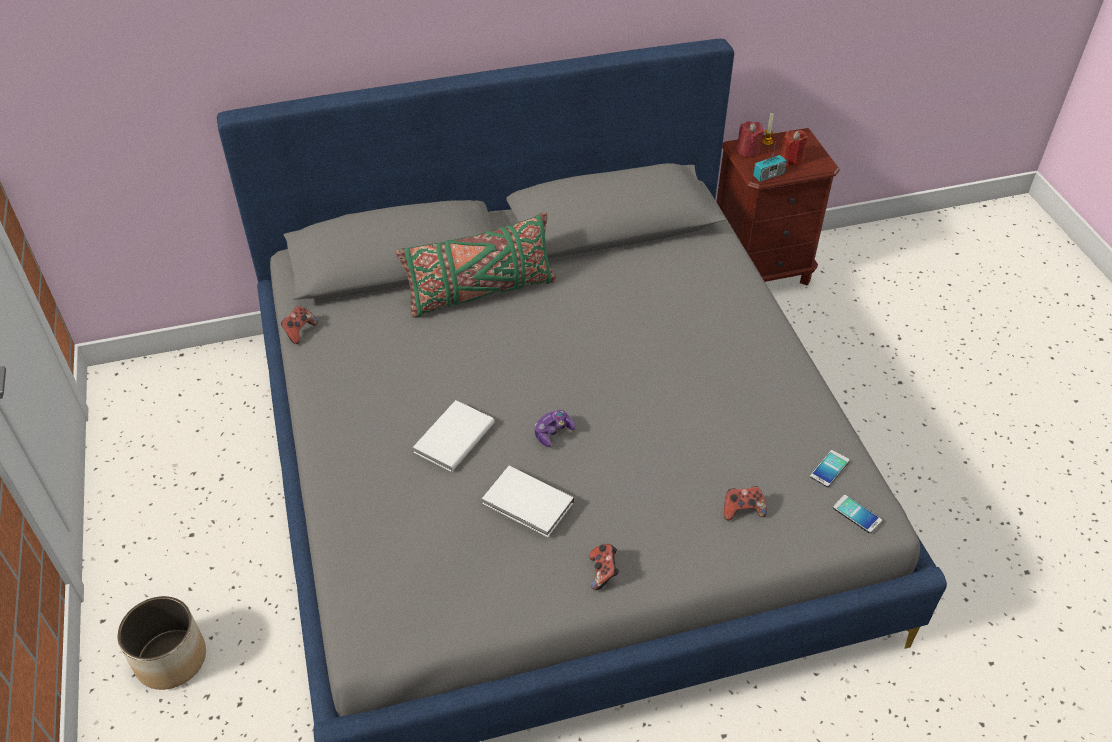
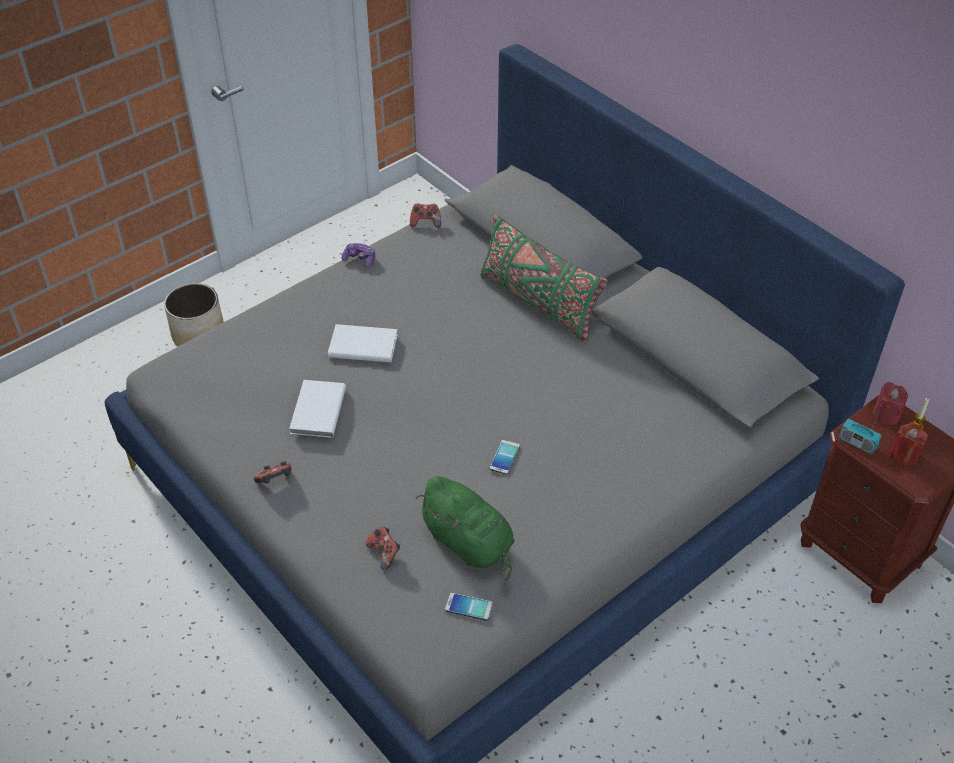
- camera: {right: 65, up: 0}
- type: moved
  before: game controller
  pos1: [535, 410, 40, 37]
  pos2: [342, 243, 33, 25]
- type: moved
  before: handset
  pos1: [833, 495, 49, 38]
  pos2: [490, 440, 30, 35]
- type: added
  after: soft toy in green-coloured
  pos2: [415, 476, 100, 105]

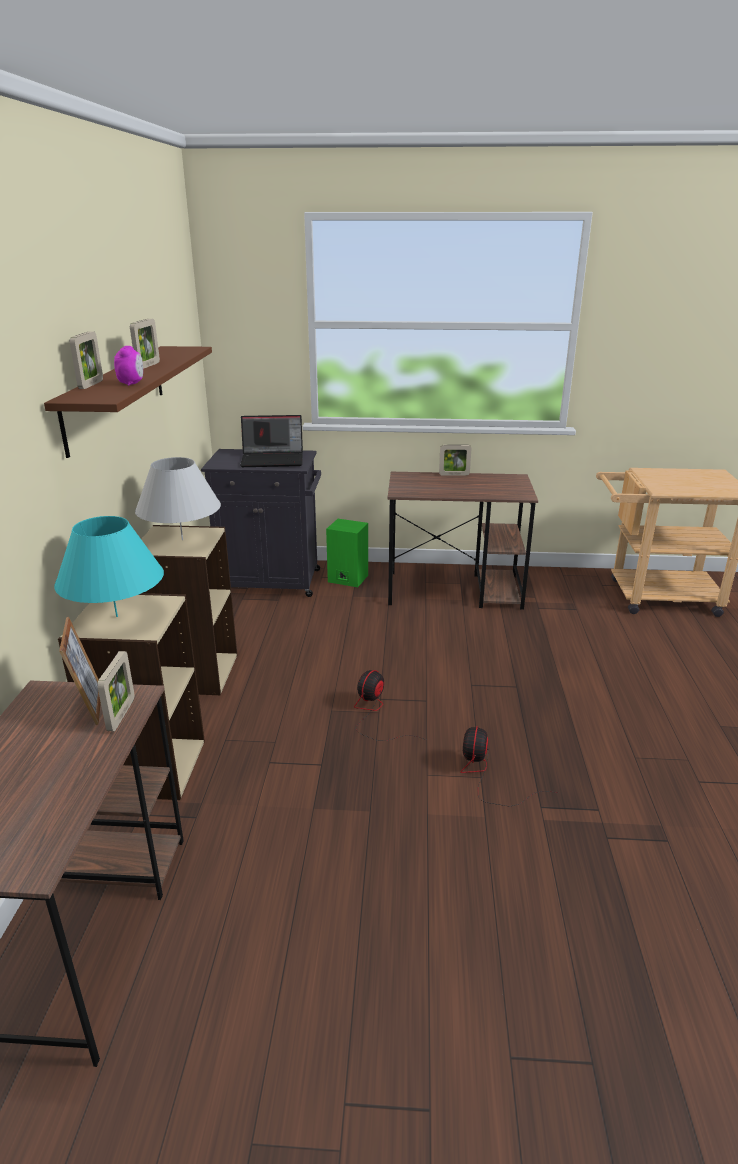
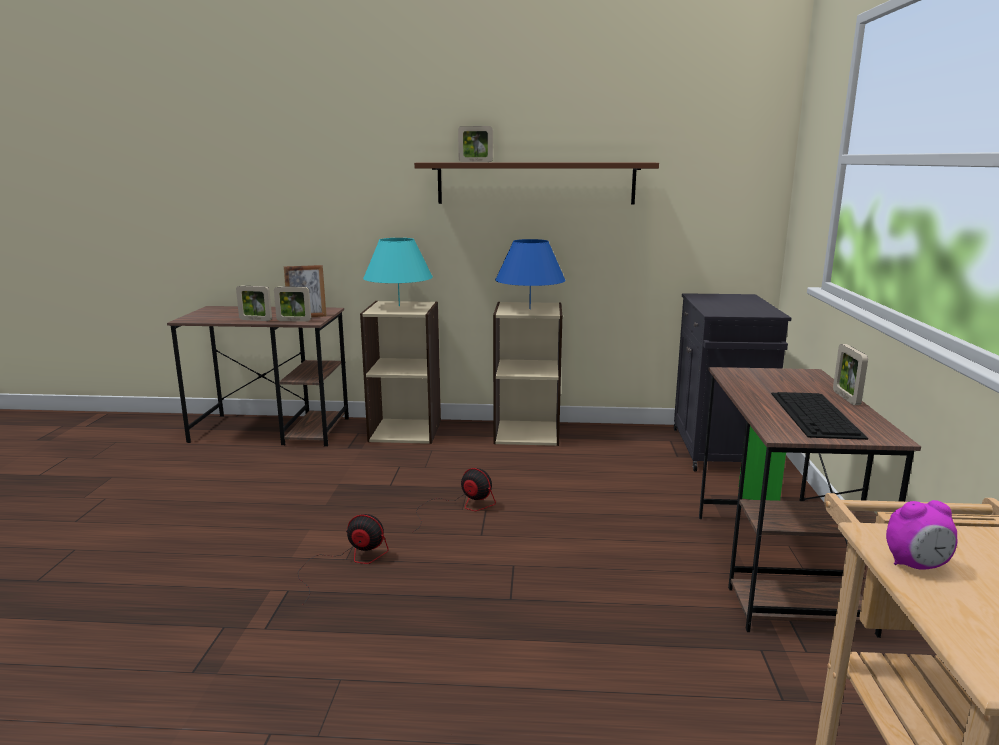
- camera: {right: 90, up: -10}
- type: moved
  before: bedside clock
  pos1: [114, 346, 29, 40]
  pos2: [886, 500, 71, 70]
- type: moved
  before: standing frame
  pos1: [130, 319, 30, 50]
  pos2: [236, 286, 36, 35]
- type: recoloured
  before: table lamp in white
  after: table lamp in blue
  pos1: [135, 457, 86, 83]
  pos2: [495, 239, 71, 70]
- type: removed
  before: laptop
  pos1: [240, 415, 63, 52]
- type: added
  after: computer keyboard
  pos2: [771, 392, 97, 48]

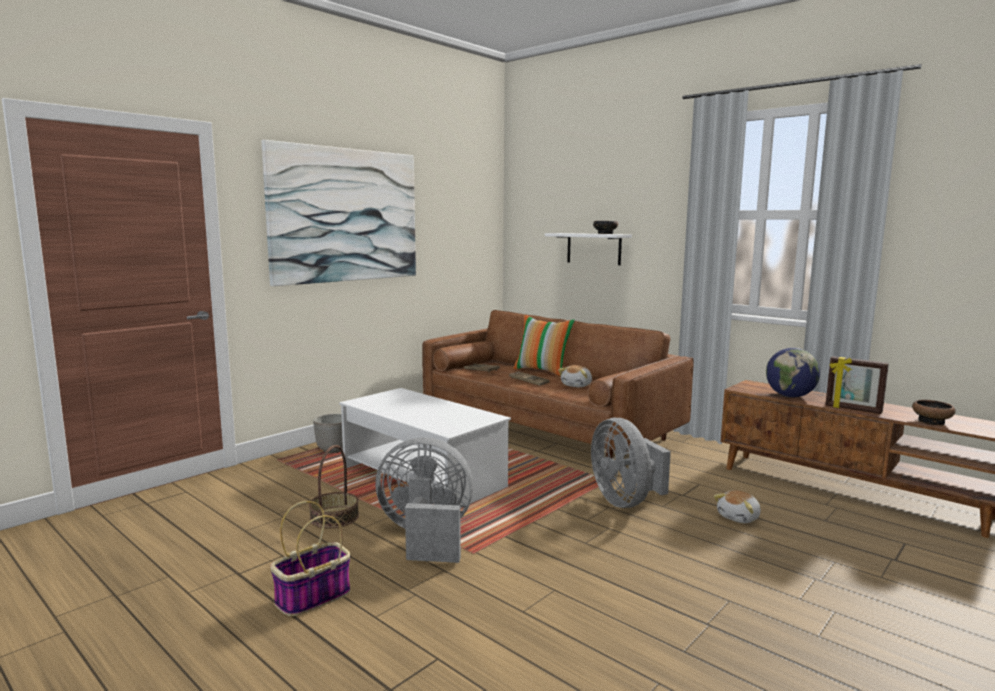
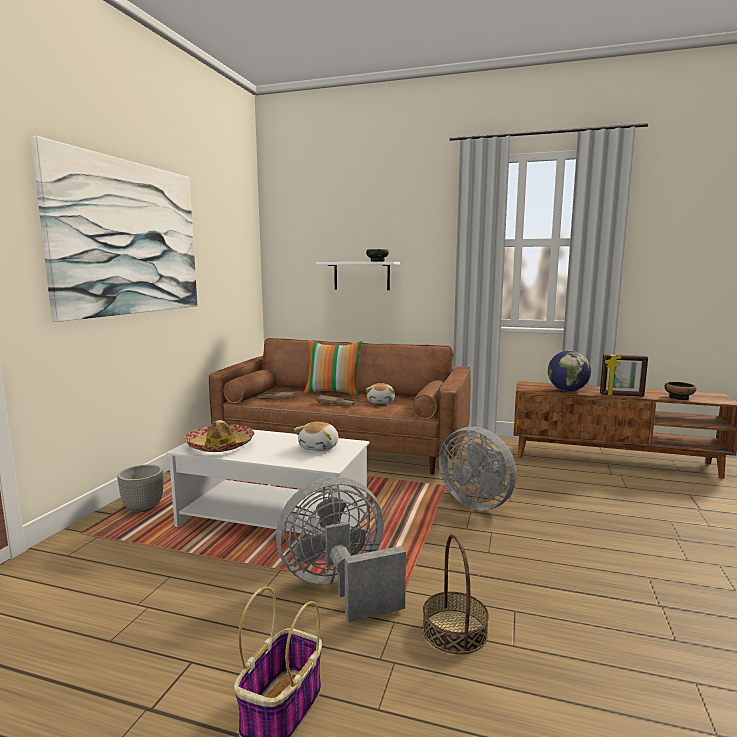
- camera: {right: -25, up: 0}
- type: moved
  before: household basket
  pos1: [309, 445, 50, 83]
  pos2: [423, 534, 66, 120]
- type: moved
  before: soft toy
  pos1: [714, 490, 47, 33]
  pos2: [294, 422, 45, 29]
- type: added
  after: hat
  pos2: [184, 420, 70, 32]

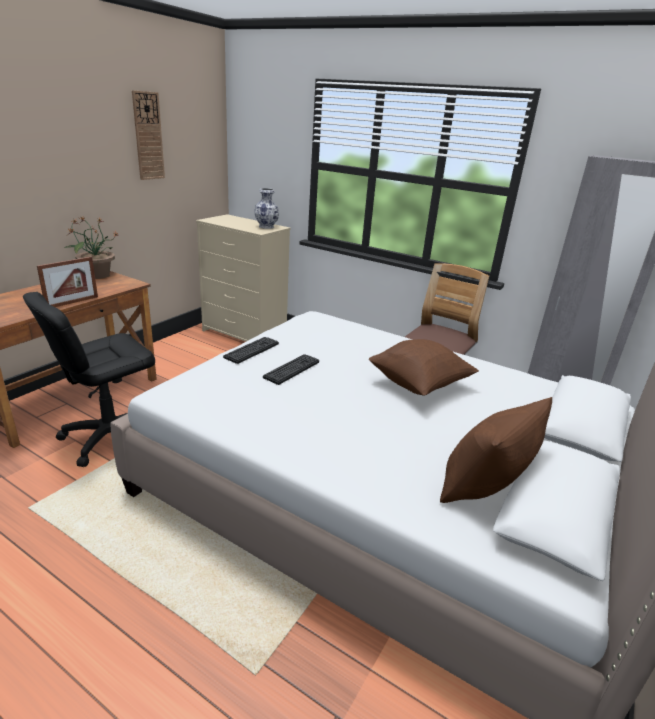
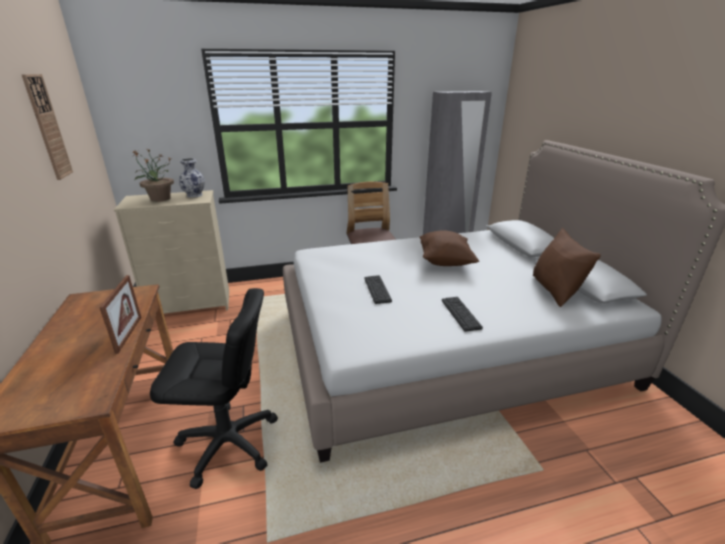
- camera: {right: -45, up: 0}
- type: turned
  before: desk chair in black
  pos1: [23, 292, 132, 175]
  pos2: [150, 288, 128, 201]
  turn: -90
- type: moved
  before: plant in a pot
  pos1: [64, 217, 54, 62]
  pos2: [132, 149, 42, 53]
- type: moved
  before: computer keyboard
  pos1: [223, 337, 56, 27]
  pos2: [442, 297, 41, 35]

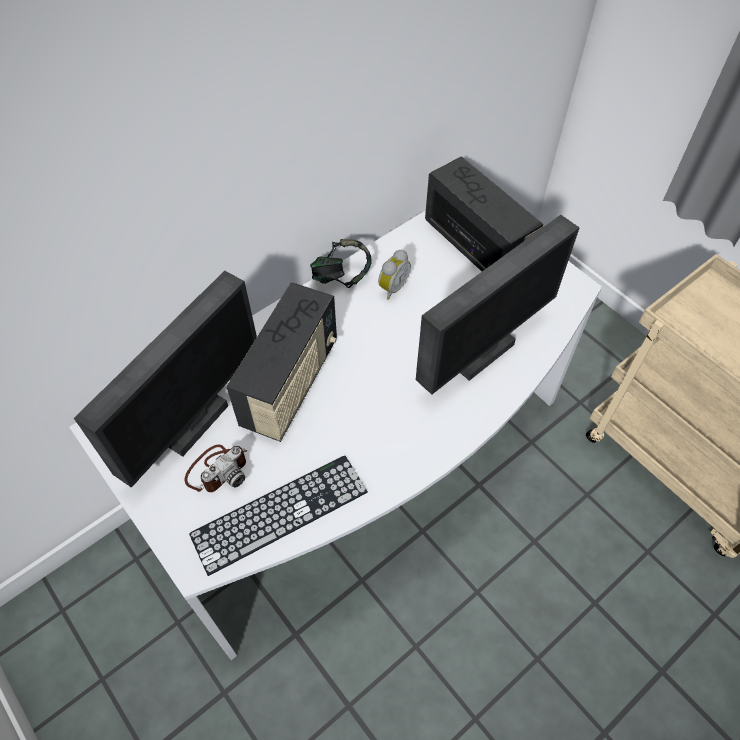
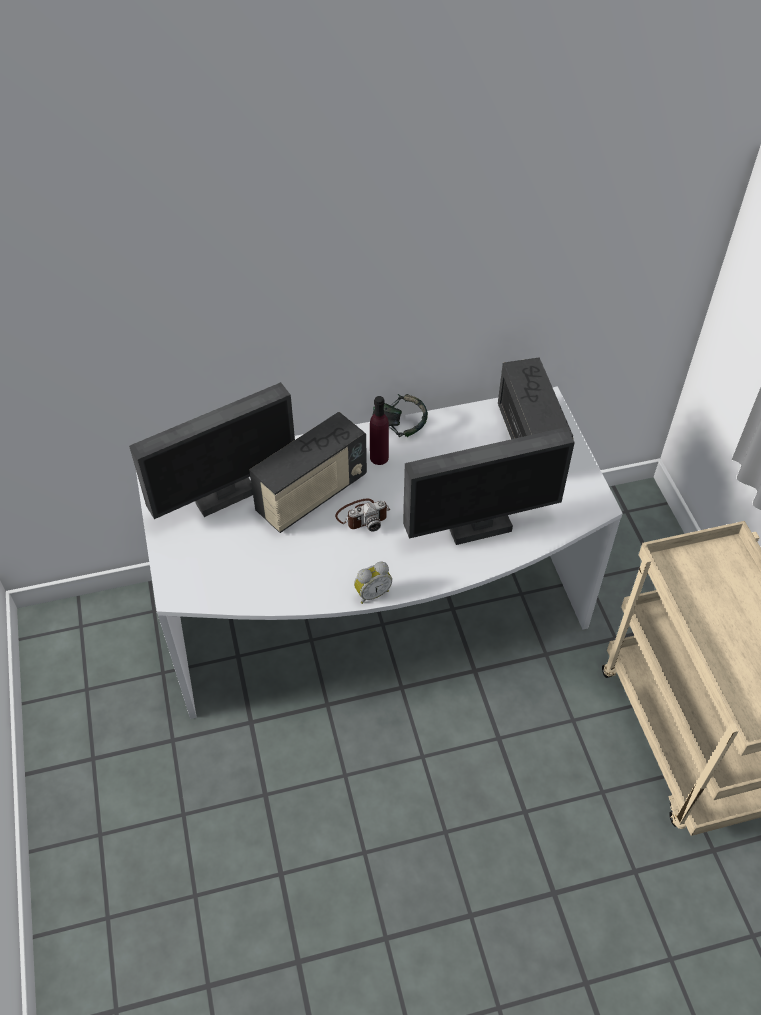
- camera: {right: 25, up: -5}
- type: moved
  before: still camera
  pos1: [184, 444, 63, 48]
  pos2: [335, 499, 55, 33]
- type: removed
  before: computer keyboard
  pos1: [189, 456, 179, 120]
- type: moved
  before: bedside clock
  pos1: [378, 250, 33, 50]
  pos2: [354, 561, 38, 43]
- type: added
  after: drink bottle in purplish
  pos2: [370, 396, 19, 69]

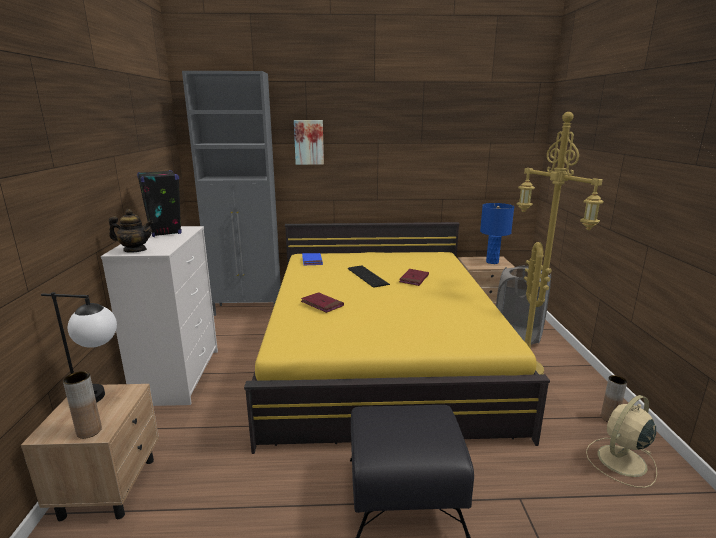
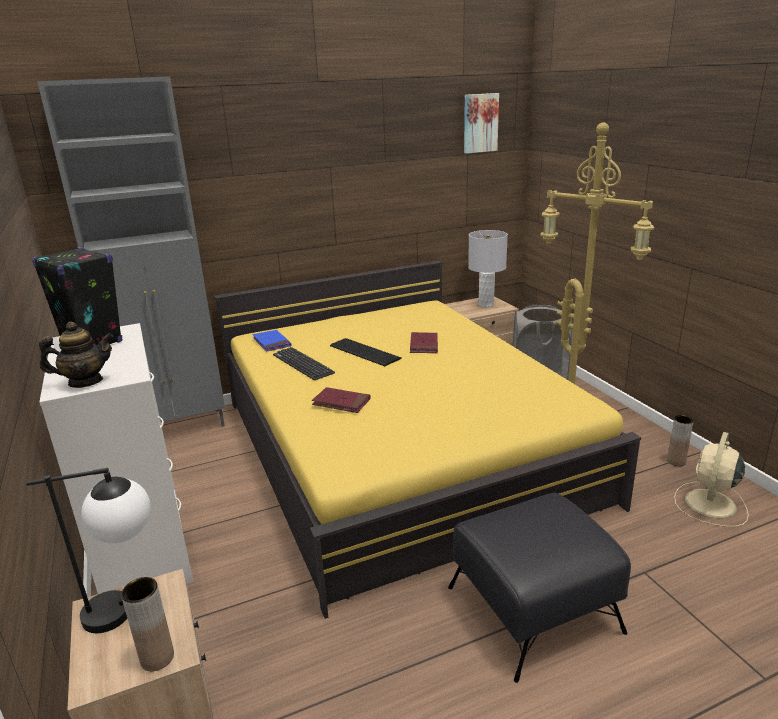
- camera: {right: -20, up: 5}
- type: moved
  before: picture
  pos1: [294, 120, 30, 45]
  pos2: [464, 93, 35, 61]
- type: recoloured
  before: table lamp in blue
  after: table lamp in gray
  pos1: [480, 203, 34, 61]
  pos2: [468, 230, 40, 77]
- type: added
  after: computer keyboard
  pos2: [273, 347, 62, 33]

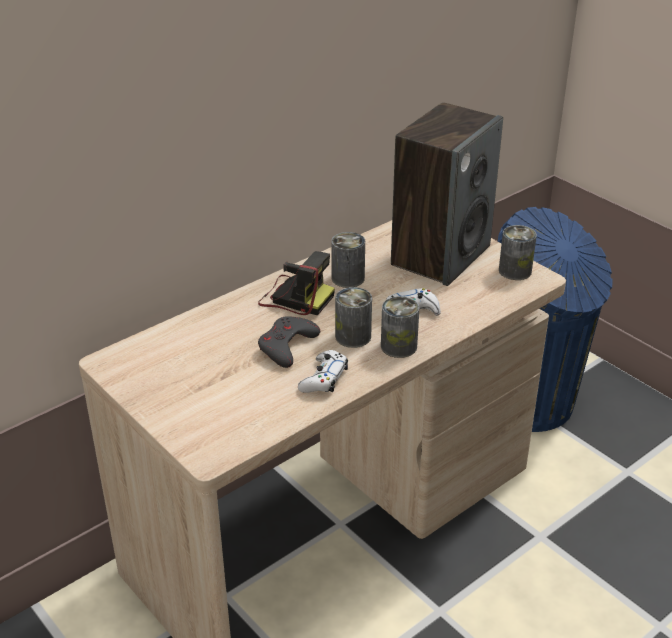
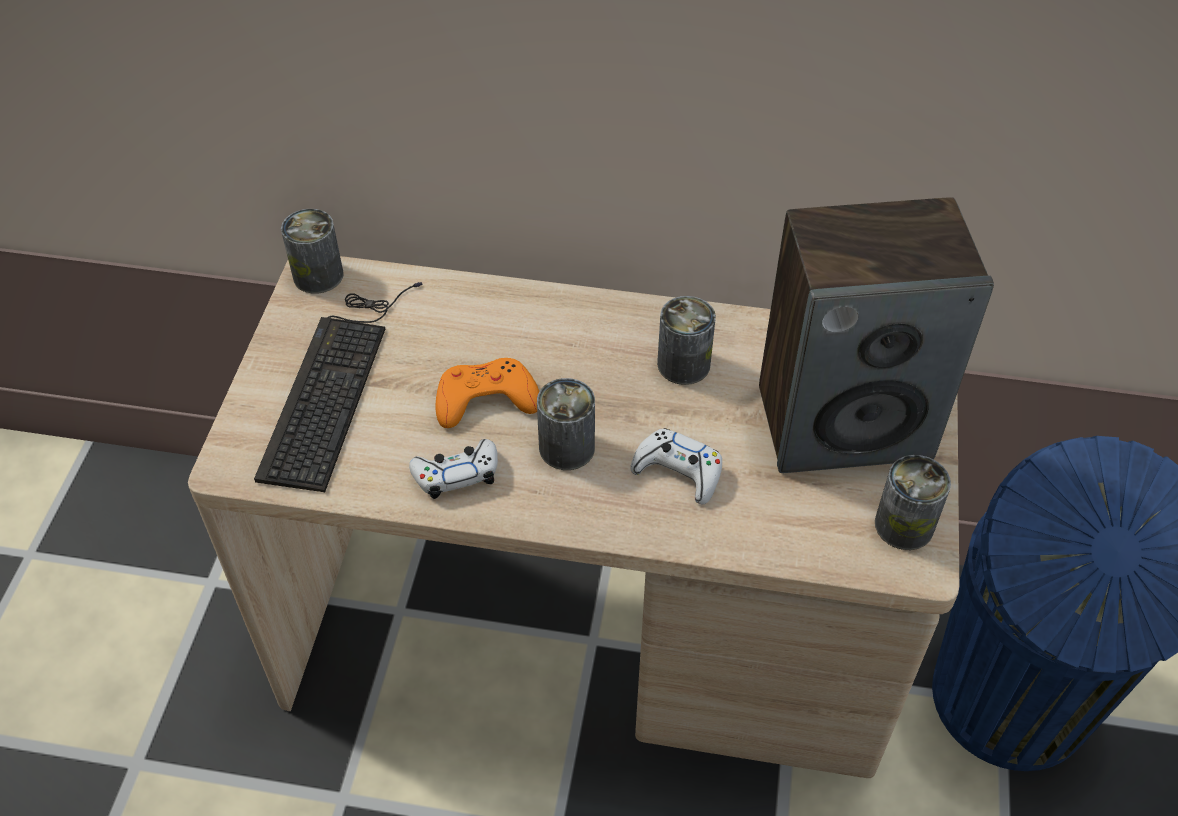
- camera: {right: 50, up: 15}
- type: removed
  before: still camera
  pos1: [258, 251, 77, 64]
- type: recoloured
  before: game controller in gray
  after: game controller in orange-coloured
  pos1: [258, 316, 62, 52]
  pos2: [436, 358, 103, 70]
- type: moved
  before: metal can
  pos1: [381, 296, 39, 62]
  pos2: [281, 209, 63, 84]
- type: added
  after: computer keyboard
  pos2: [254, 282, 169, 210]

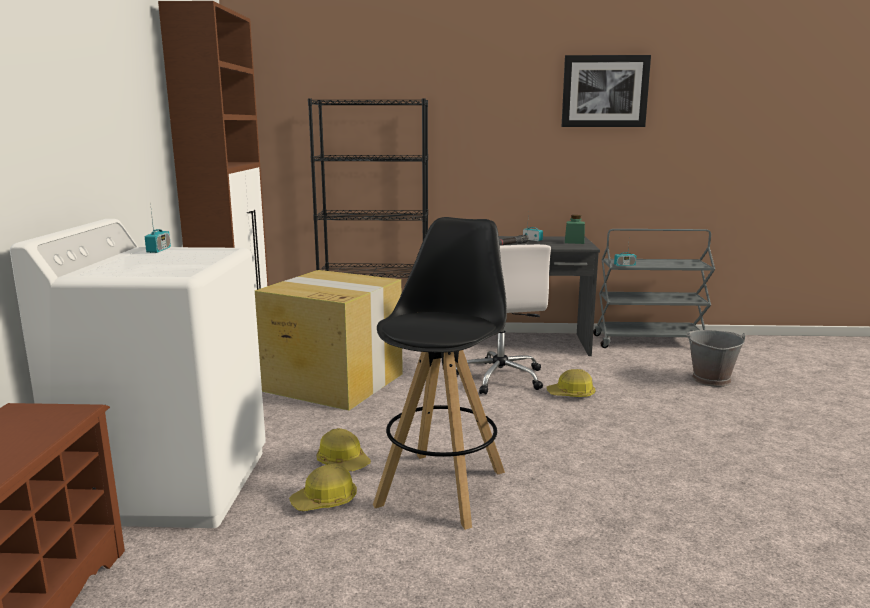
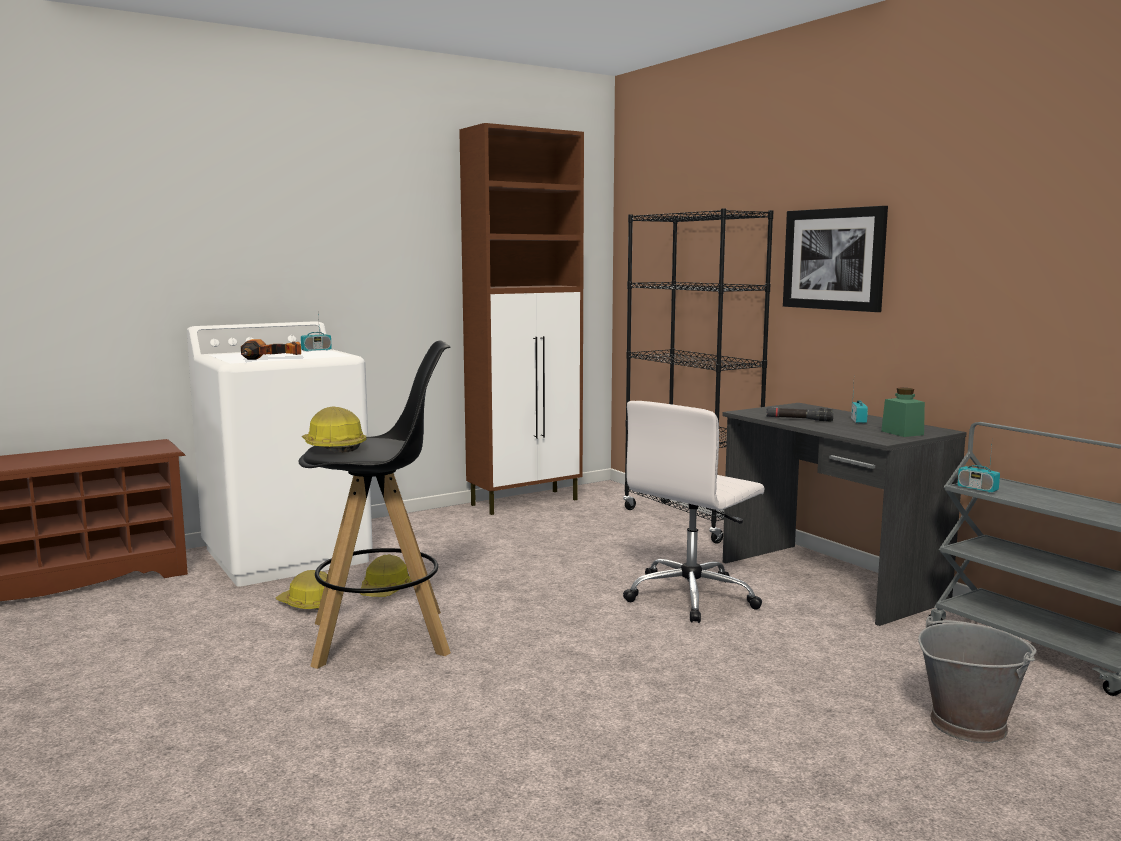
- camera: {right: 55, up: -5}
- type: removed
  before: packing box
  pos1: [255, 270, 148, 140]
- type: moved
  before: work helmet
  pos1: [547, 369, 49, 28]
  pos2: [302, 407, 64, 46]
- type: moved
  before: picture
  pos1: [562, 55, 89, 72]
  pos2: [783, 206, 105, 106]
- type: added
  after: drill
  pos2: [241, 339, 60, 21]

